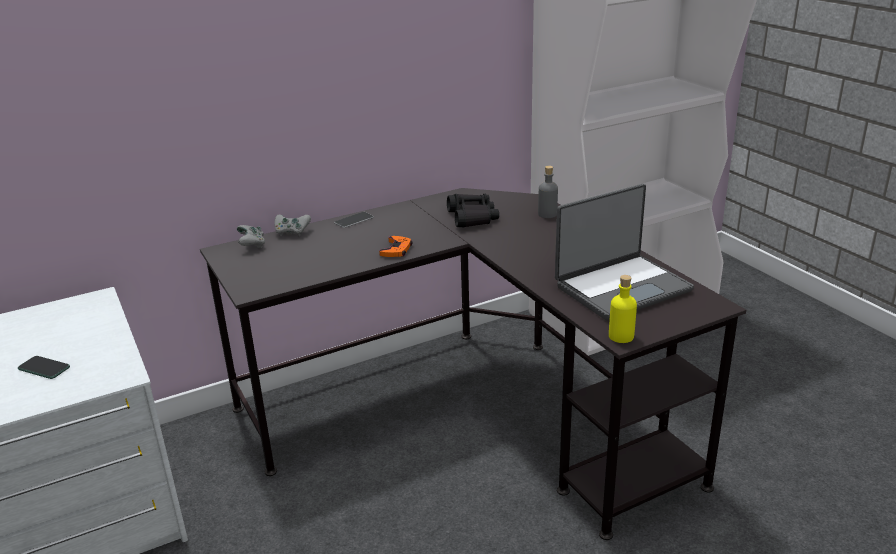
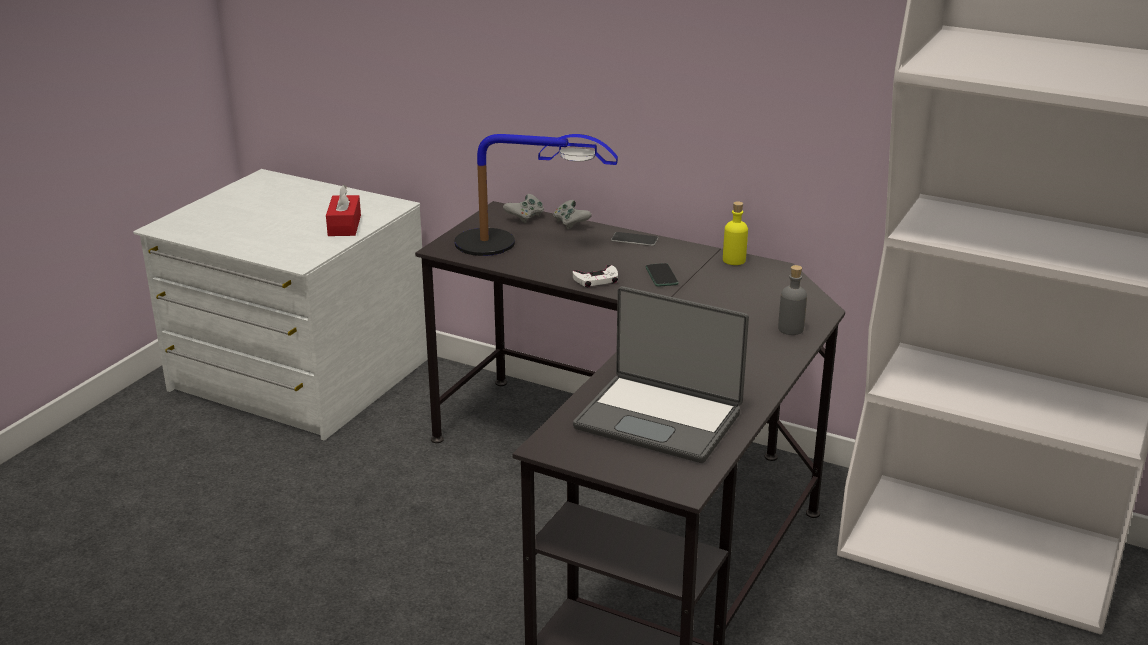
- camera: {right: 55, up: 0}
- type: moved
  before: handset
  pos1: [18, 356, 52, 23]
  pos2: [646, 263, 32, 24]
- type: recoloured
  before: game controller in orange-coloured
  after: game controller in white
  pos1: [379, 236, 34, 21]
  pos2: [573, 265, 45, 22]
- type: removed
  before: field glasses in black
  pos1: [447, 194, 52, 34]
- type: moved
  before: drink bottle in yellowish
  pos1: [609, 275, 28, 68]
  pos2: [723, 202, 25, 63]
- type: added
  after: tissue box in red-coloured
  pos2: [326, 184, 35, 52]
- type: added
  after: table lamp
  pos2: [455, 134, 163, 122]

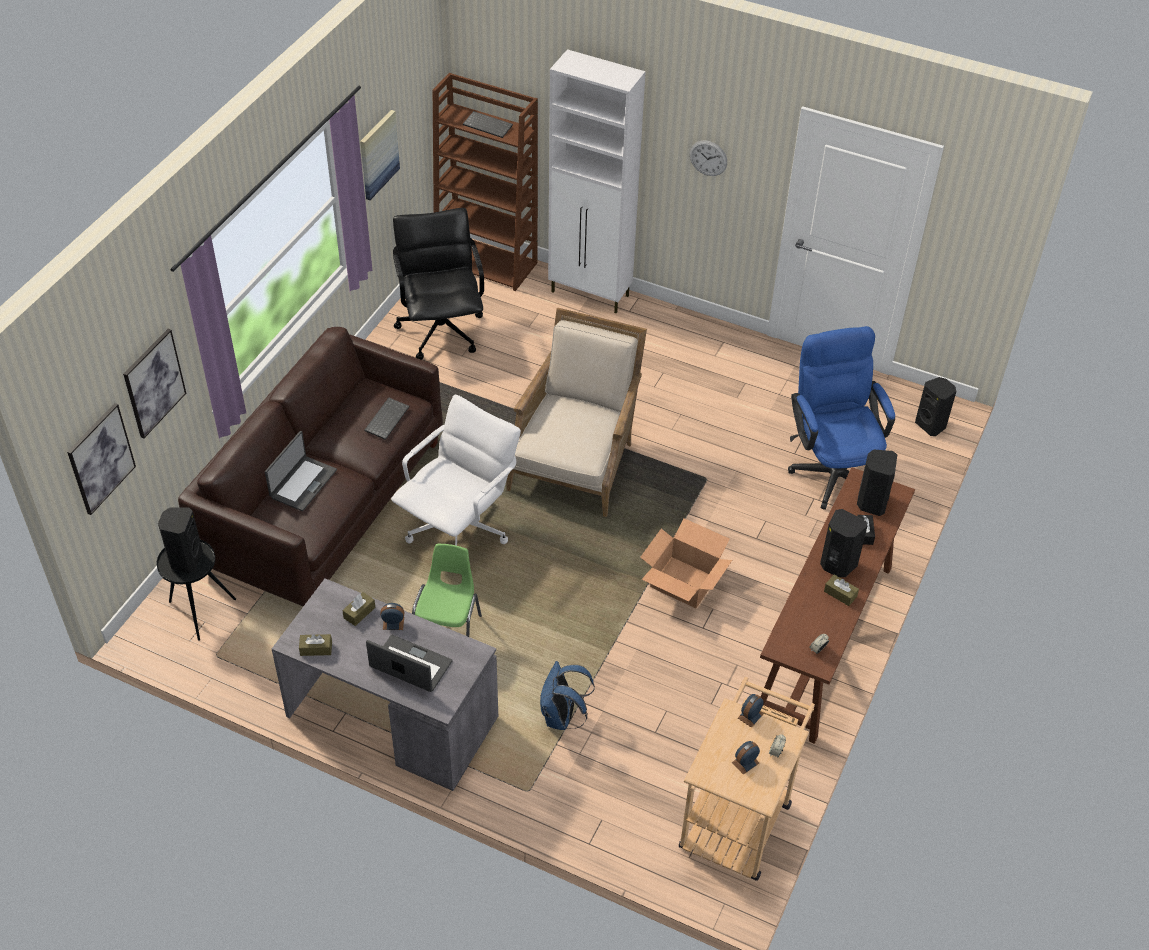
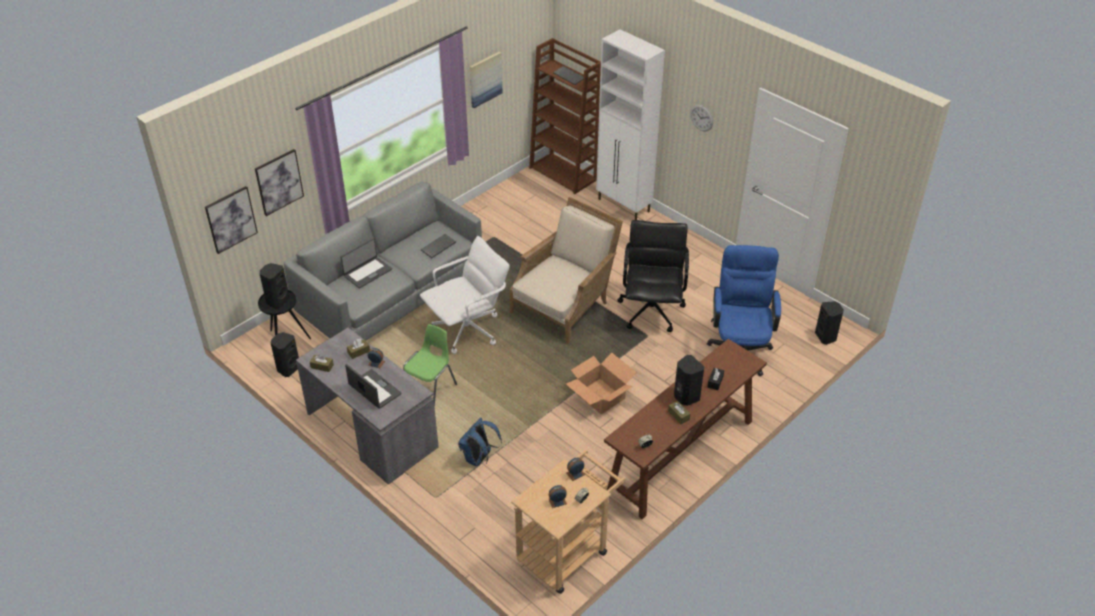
- camera: {right: 20, up: -5}
- type: recoloured
  before: sofa in brownish
  after: sofa in gray
  pos1: [178, 327, 265, 279]
  pos2: [284, 182, 198, 158]
- type: moved
  before: desk chair in black
  pos1: [393, 208, 91, 152]
  pos2: [617, 220, 72, 112]
- type: moved
  before: speaker in black
  pos1: [857, 449, 40, 67]
  pos2: [271, 332, 28, 45]

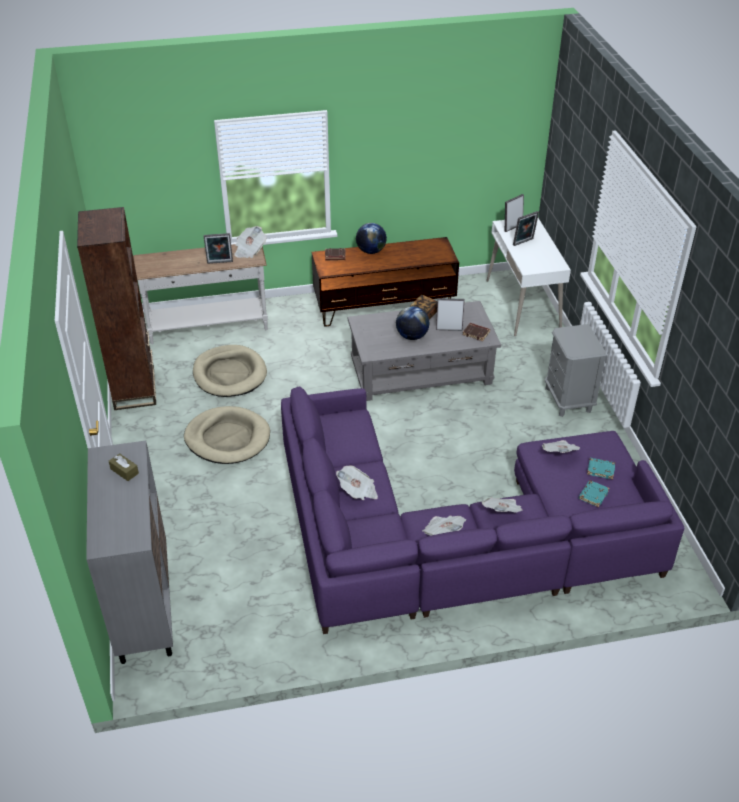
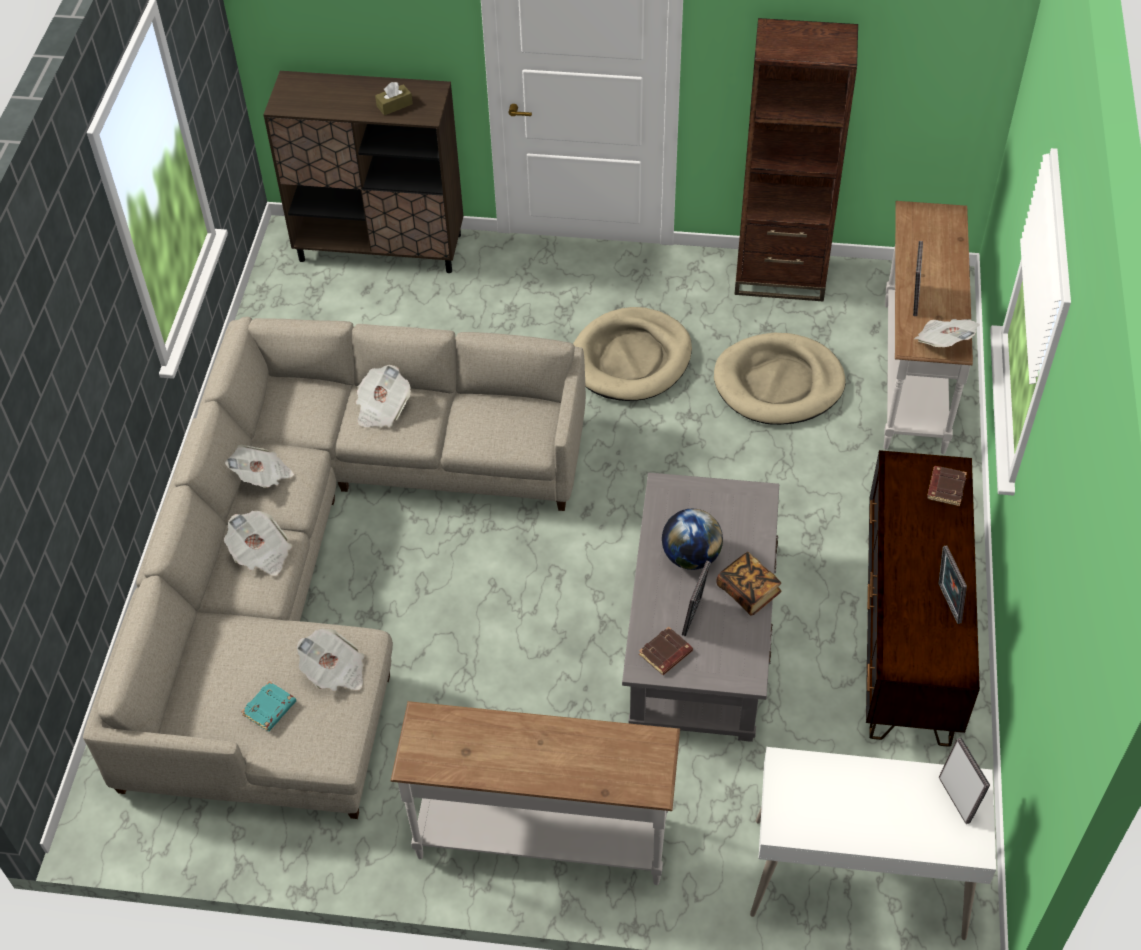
- camera: {right: 110, up: 10}
- type: recoloured
  before: storage cabinet in gray
  after: storage cabinet in brownish
  pos1: [86, 441, 87, 223]
  pos2: [263, 71, 200, 202]
- type: recoloured
  before: sofa in purplish
  after: sofa in sand-coloured
  pos1: [281, 387, 404, 247]
  pos2: [83, 317, 503, 502]
- type: removed
  before: desk globe
  pos1: [356, 223, 31, 31]
- type: moved
  before: standing frame
  pos1: [513, 211, 26, 35]
  pos2: [938, 545, 29, 79]
- type: replaced
  before: night table in gray
  after: hall table in white
  pos1: [545, 324, 62, 93]
  pos2: [391, 701, 289, 184]
- type: removed
  before: book in turquoise-coloured
  pos1: [579, 480, 30, 27]

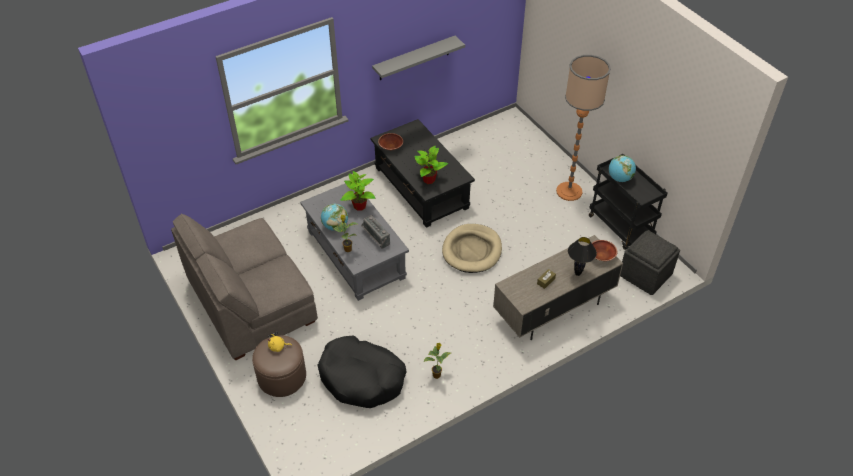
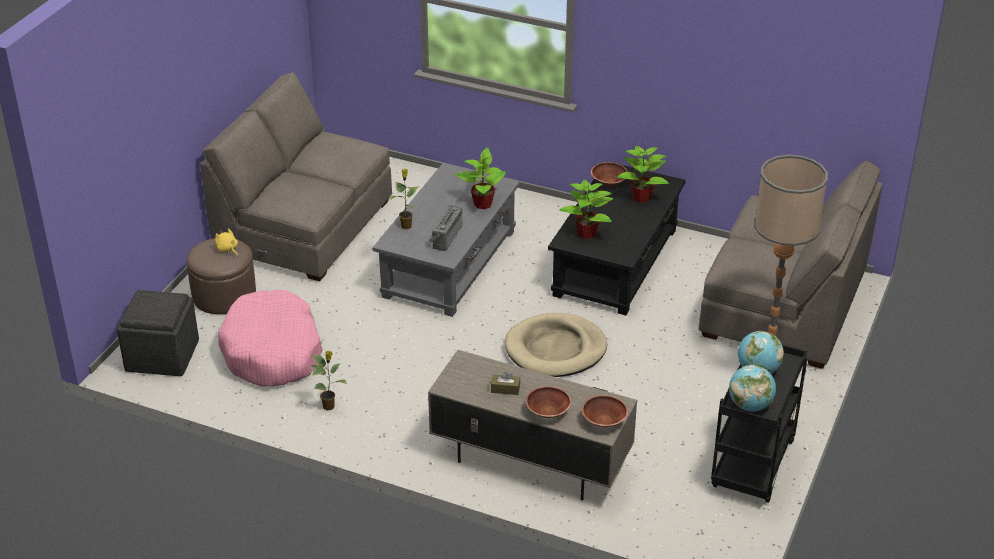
- camera: {right: 55, up: -10}
- type: recoloured
  before: dog bed in black
  after: dog bed in pinkish
  pos1: [317, 336, 89, 72]
  pos2: [218, 289, 104, 97]
- type: moved
  before: desk globe
  pos1: [321, 204, 27, 27]
  pos2: [729, 365, 47, 47]
- type: removed
  before: wall shelf in gray
  pos1: [372, 36, 93, 44]
- type: replaced
  before: table lamp in black
  after: serving bowl in brownish
  pos1: [568, 237, 29, 39]
  pos2: [525, 386, 47, 32]
- type: moved
  before: ottoman in gray
  pos1: [620, 230, 60, 65]
  pos2: [117, 290, 82, 86]
- type: added
  after: plant in a pot
  pos2: [617, 146, 52, 57]
- type: added
  after: sofa in gray
  pos2: [699, 160, 184, 209]

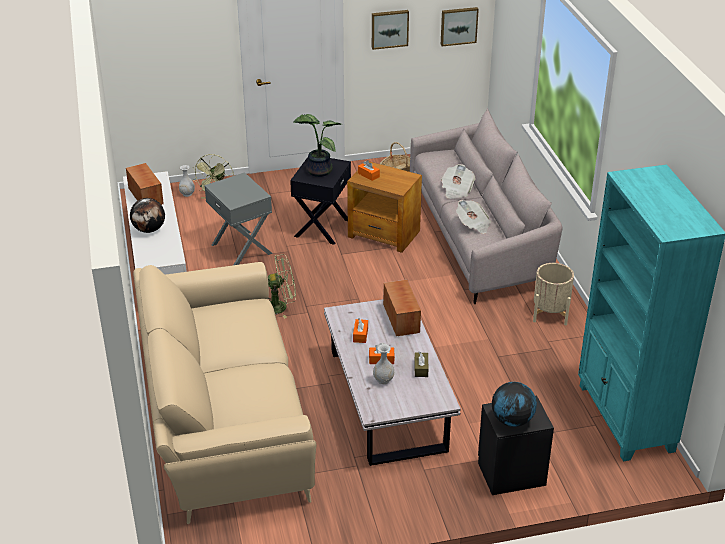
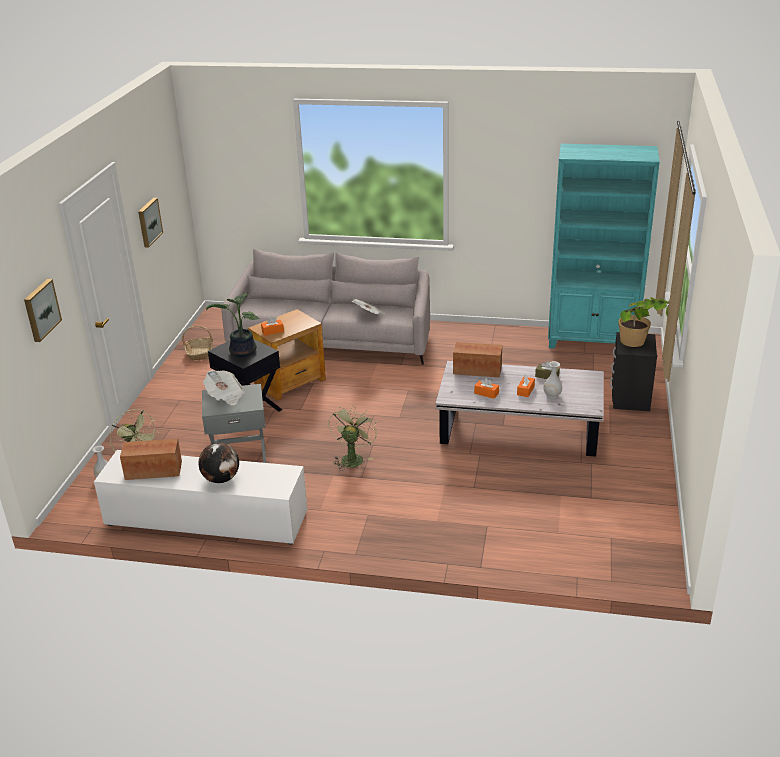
- camera: {right: -65, up: -5}
- type: removed
  before: sofa in sand-coloured
  pos1: [133, 262, 183, 262]
- type: moved
  before: picture
  pos1: [441, 7, 38, 39]
  pos2: [24, 279, 38, 63]
- type: moved
  before: printed paper
  pos1: [441, 164, 34, 35]
  pos2: [203, 370, 42, 35]
- type: replaced
  before: desk globe
  after: plant in a pot
  pos1: [492, 382, 45, 45]
  pos2: [618, 297, 63, 50]
- type: removed
  before: planter in sand-coloured
  pos1: [533, 263, 41, 63]

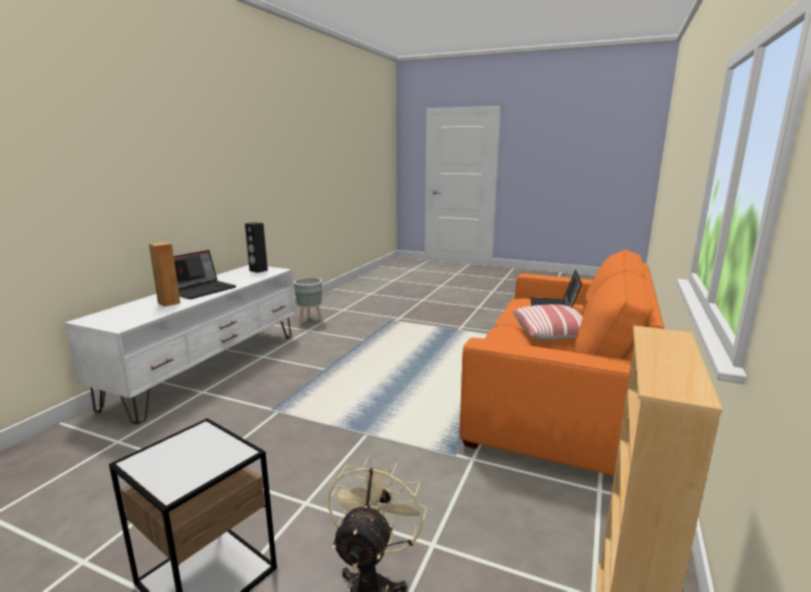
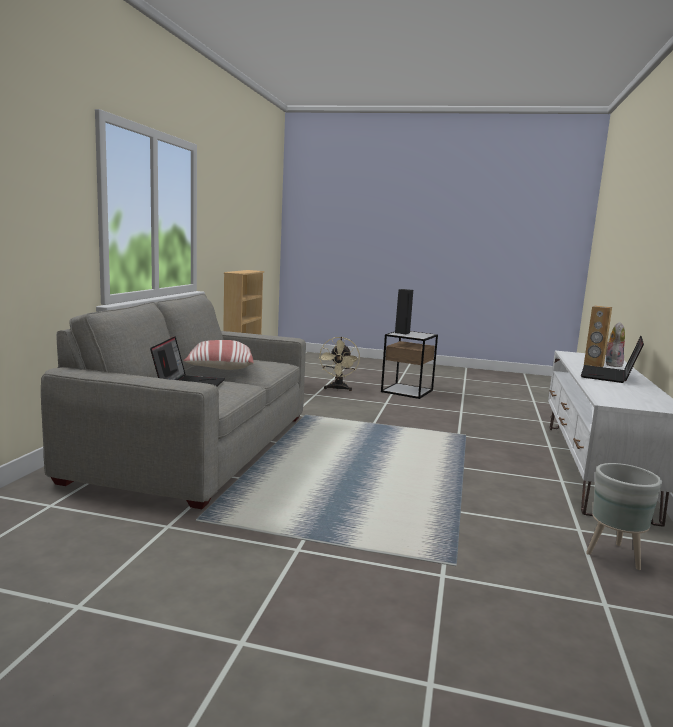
- camera: {right: 170, up: -5}
- type: moved
  before: speaker in black
  pos1: [245, 222, 23, 51]
  pos2: [395, 289, 18, 45]
- type: recoloured
  before: sofa in orange-coloured
  after: sofa in gray
  pos1: [460, 249, 204, 227]
  pos2: [41, 294, 265, 215]
- type: added
  after: soft toy
  pos2: [606, 322, 19, 45]

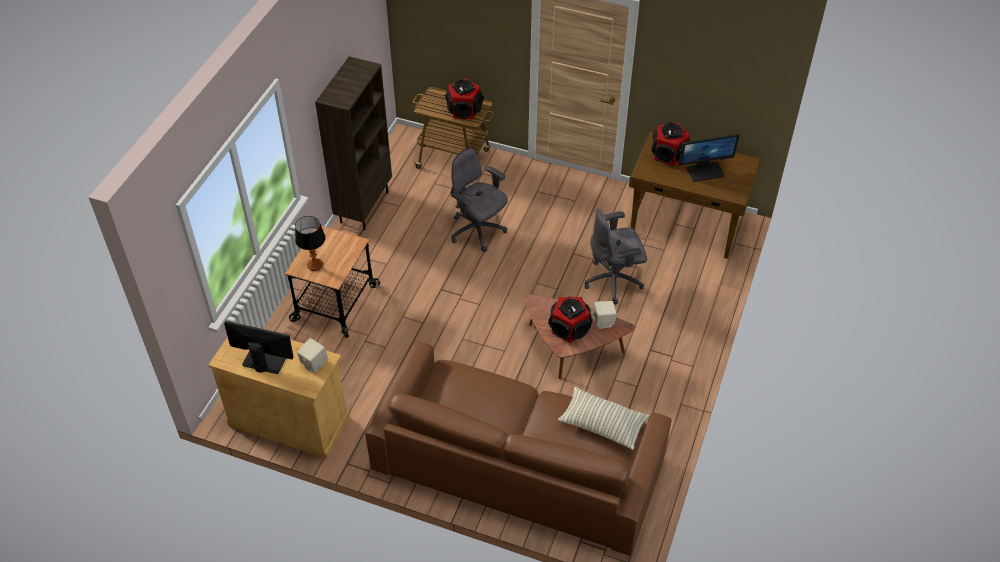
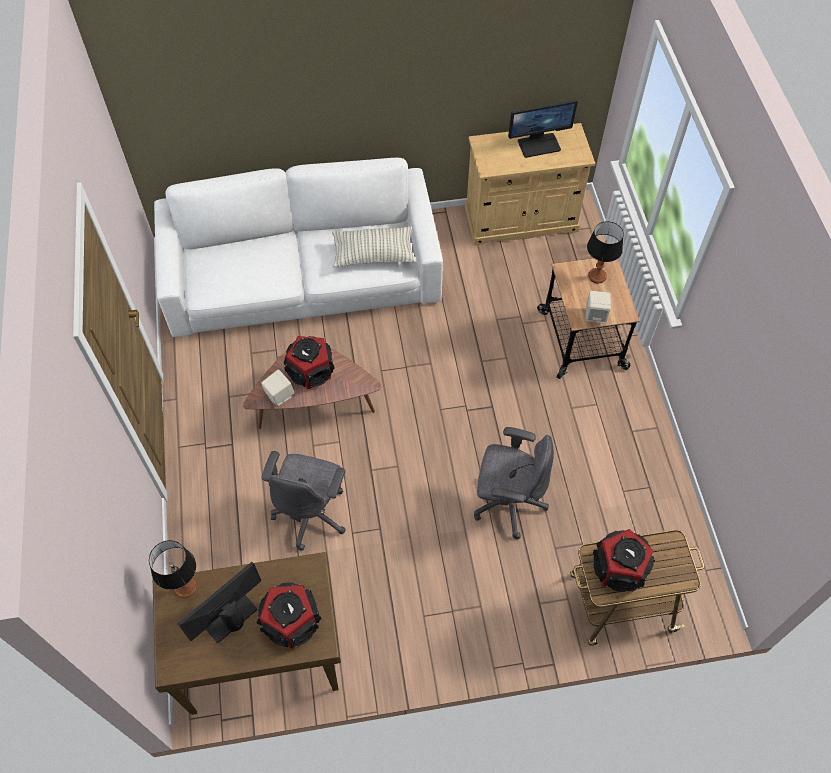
- camera: {right: 150, up: 10}
- type: moved
  before: speaker in sand-coloured
  pos1: [297, 338, 31, 34]
  pos2: [585, 291, 26, 32]
- type: removed
  before: bookshelf in brownish
  pos1: [315, 56, 77, 174]
- type: recoloured
  before: sofa in brownish
  after: sofa in white
  pos1: [365, 341, 307, 215]
  pos2: [154, 158, 289, 179]
- type: moved
  before: throw pillow
  pos1: [558, 387, 91, 63]
  pos2: [332, 226, 84, 42]
- type: turned
  before: desk chair in gray
  pos1: [584, 208, 63, 97]
  pos2: [261, 451, 85, 100]
  turn: 150
- type: added
  after: table lamp
  pos2: [149, 540, 48, 58]

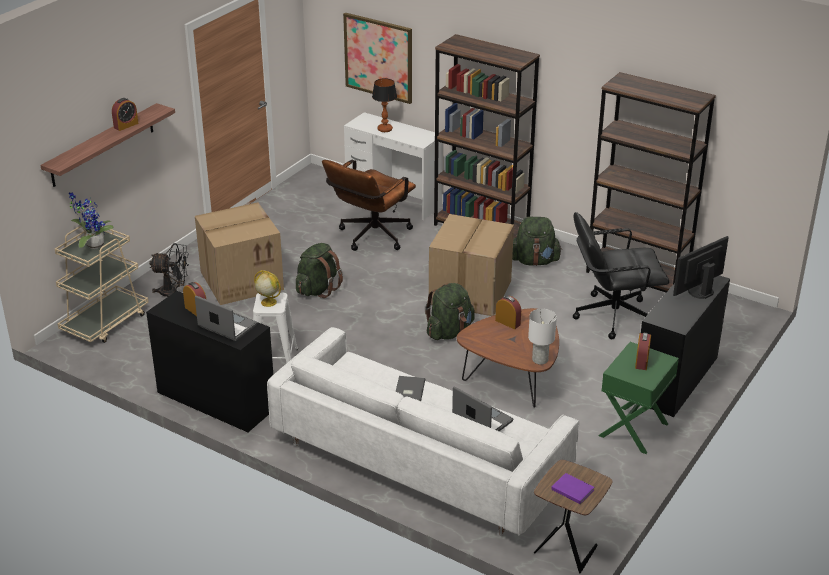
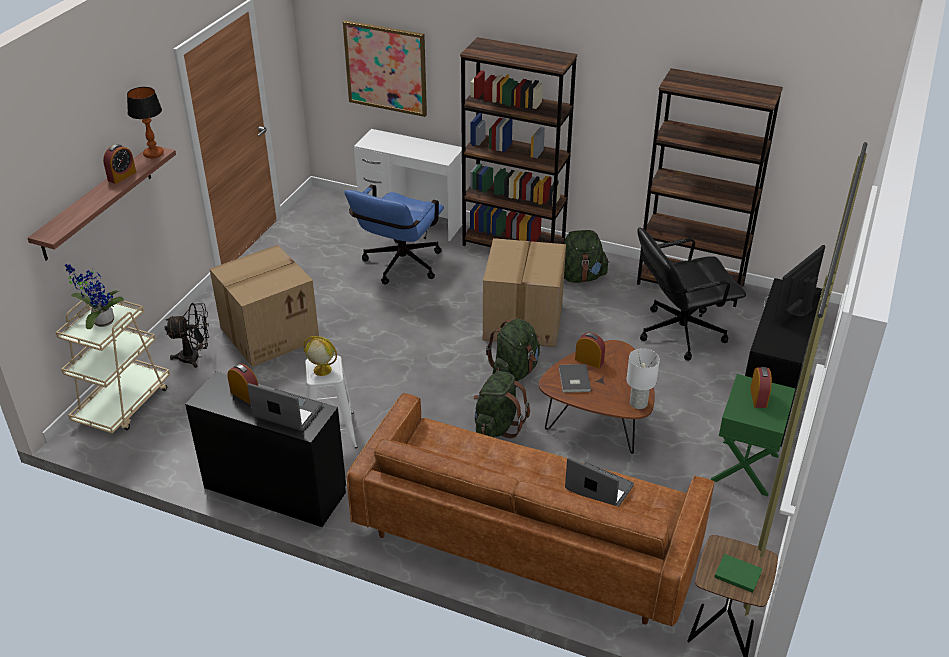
- camera: {right: -10, up: 5}
- type: recoloured
  before: sofa in white
  after: sofa in brownish
  pos1: [267, 327, 312, 209]
  pos2: [347, 393, 367, 234]
- type: moved
  before: backpack in green-coloured
  pos1: [296, 243, 47, 55]
  pos2: [473, 371, 57, 67]
- type: recoloured
  before: desk chair in brownish
  after: desk chair in blue
  pos1: [322, 160, 94, 91]
  pos2: [344, 185, 100, 100]
- type: moved
  before: table lamp
  pos1: [372, 78, 25, 54]
  pos2: [127, 87, 37, 72]
- type: moved
  before: book in gray
  pos1: [396, 376, 29, 25]
  pos2: [559, 364, 32, 29]
- type: recoloured
  before: book in purplish
  after: book in green-coloured
  pos1: [551, 473, 43, 31]
  pos2: [714, 554, 49, 39]

